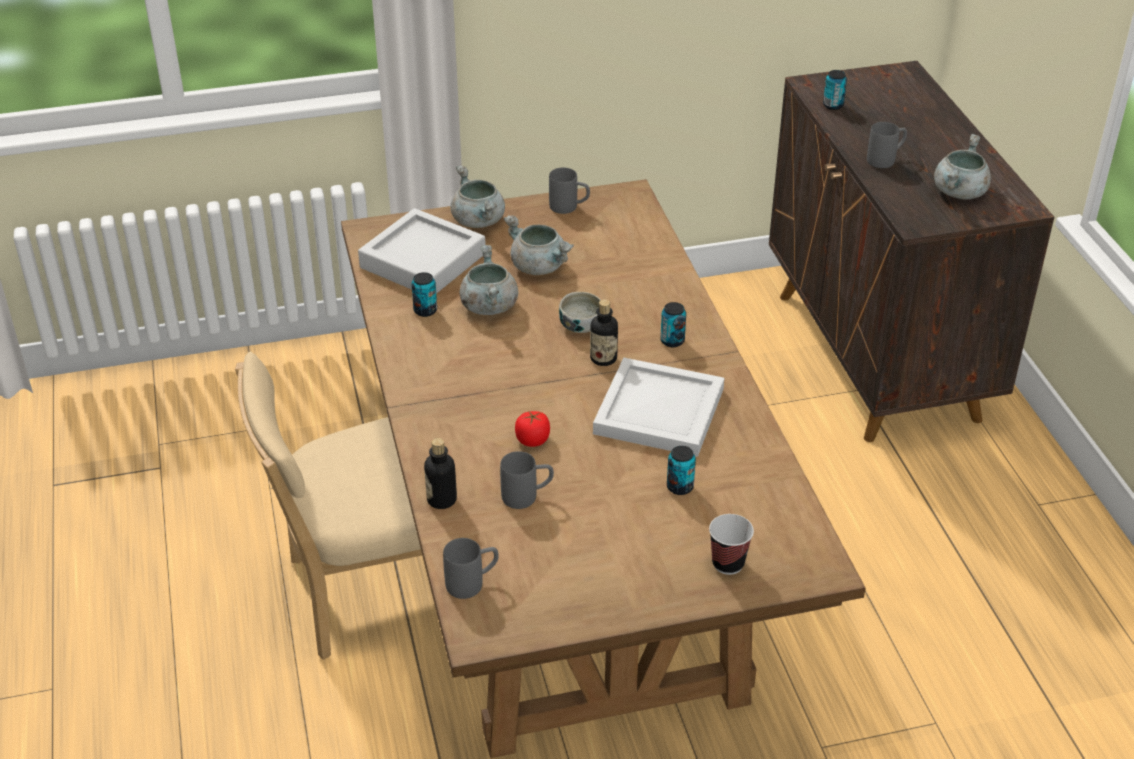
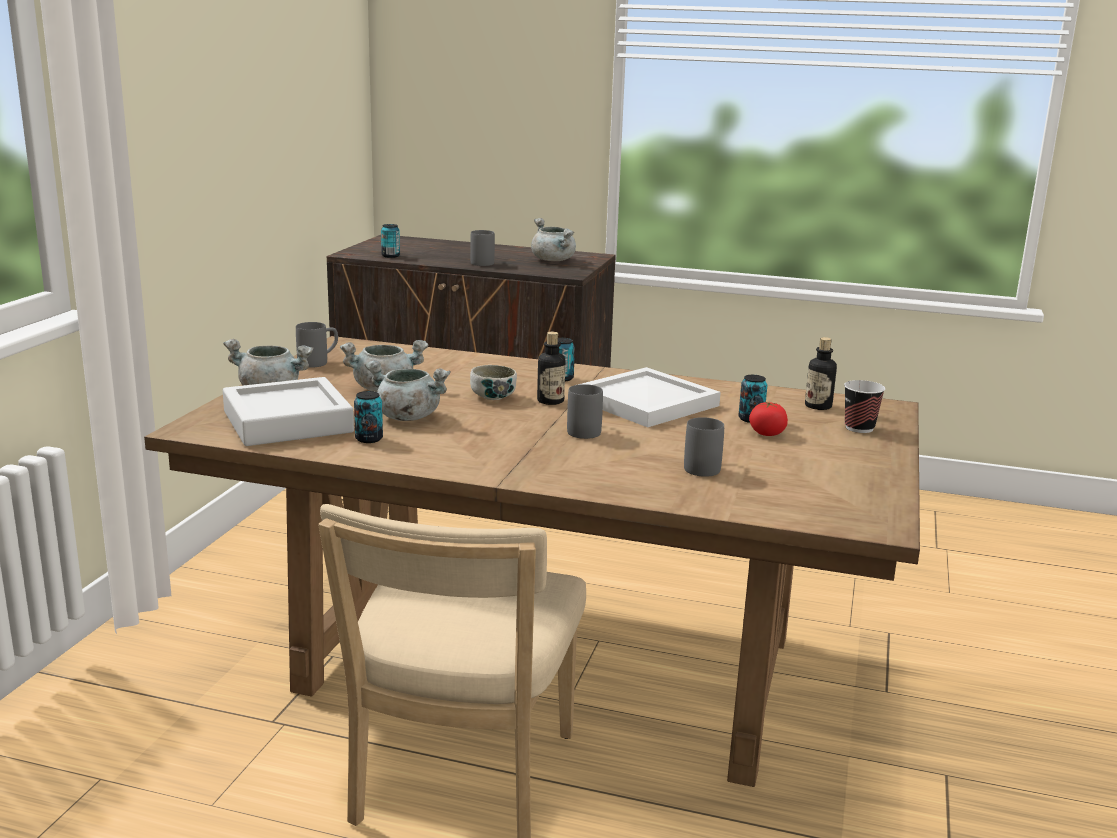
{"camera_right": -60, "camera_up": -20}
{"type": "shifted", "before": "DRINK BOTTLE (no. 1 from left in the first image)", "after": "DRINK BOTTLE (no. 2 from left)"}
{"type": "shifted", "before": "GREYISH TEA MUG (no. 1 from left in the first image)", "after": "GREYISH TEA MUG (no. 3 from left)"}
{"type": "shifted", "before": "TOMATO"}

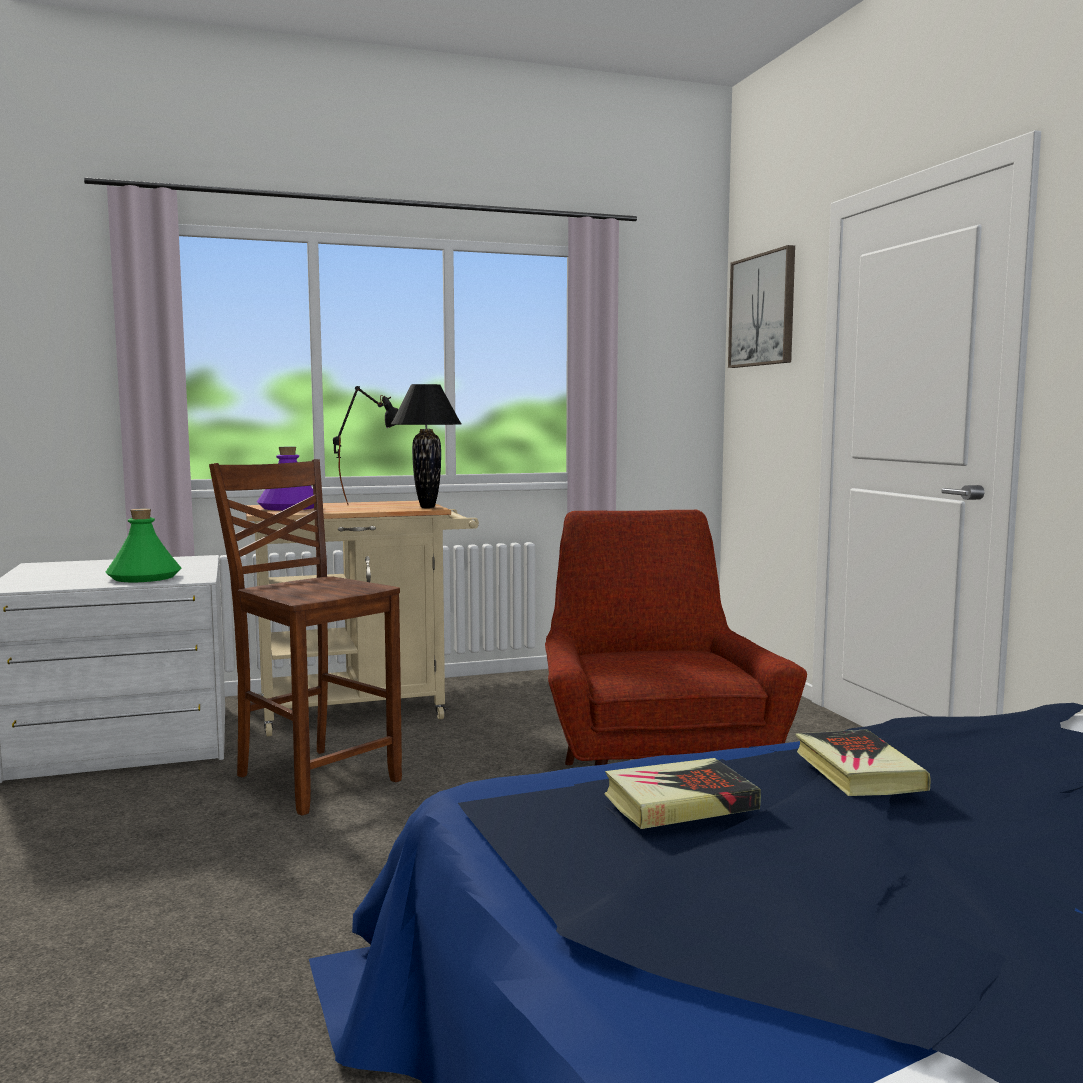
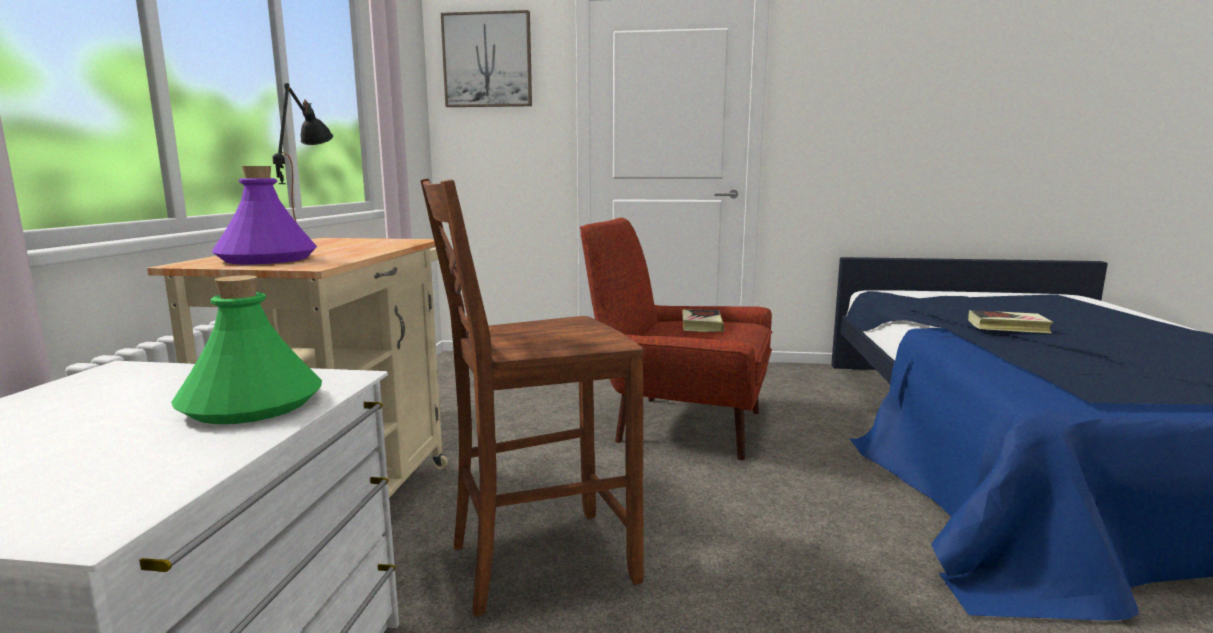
{"camera_right": -65, "camera_up": 5}
{"type": "gone", "before": "BLACKISH TABLETOP LAMP (no. 2 from left)"}
{"type": "shifted", "before": "VOLUME (no. 1 from left)"}

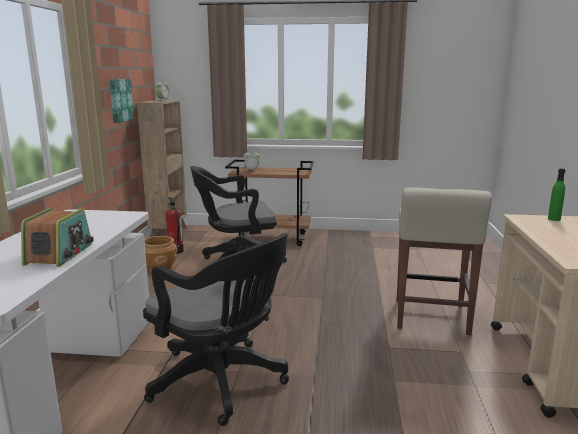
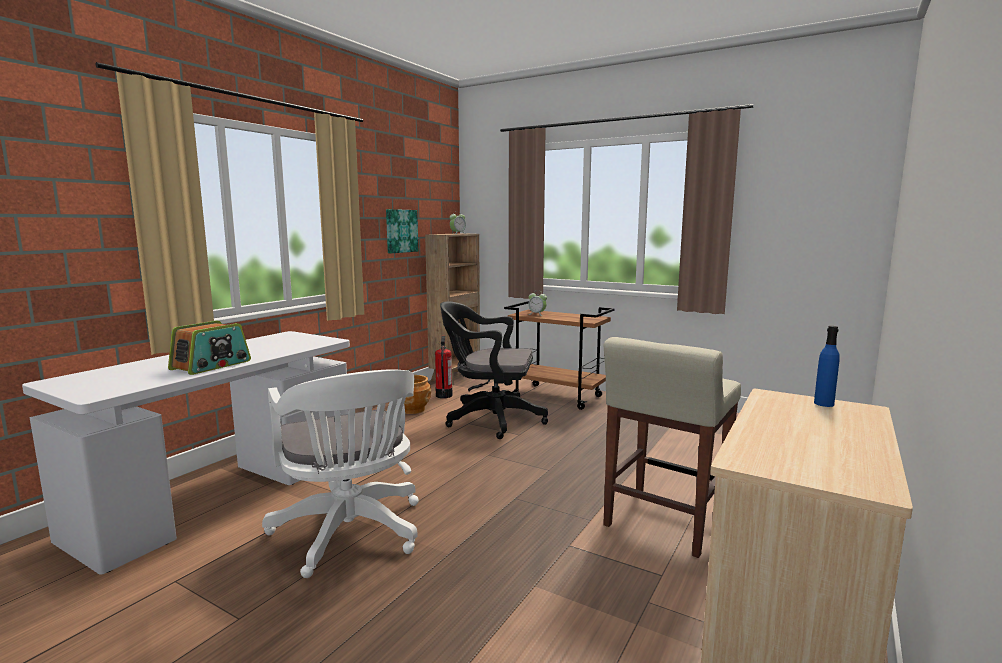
{"camera_right": 25, "camera_up": -5}
{"type": "repainted", "before": "BLACKISH DESK CHAIR (no. 1 from left)", "after": "WHITISH DESK CHAIR"}
{"type": "repainted", "before": "GREEN-COLOURED DRINK BOTTLE", "after": "BLUE-COLOURED DRINK BOTTLE"}

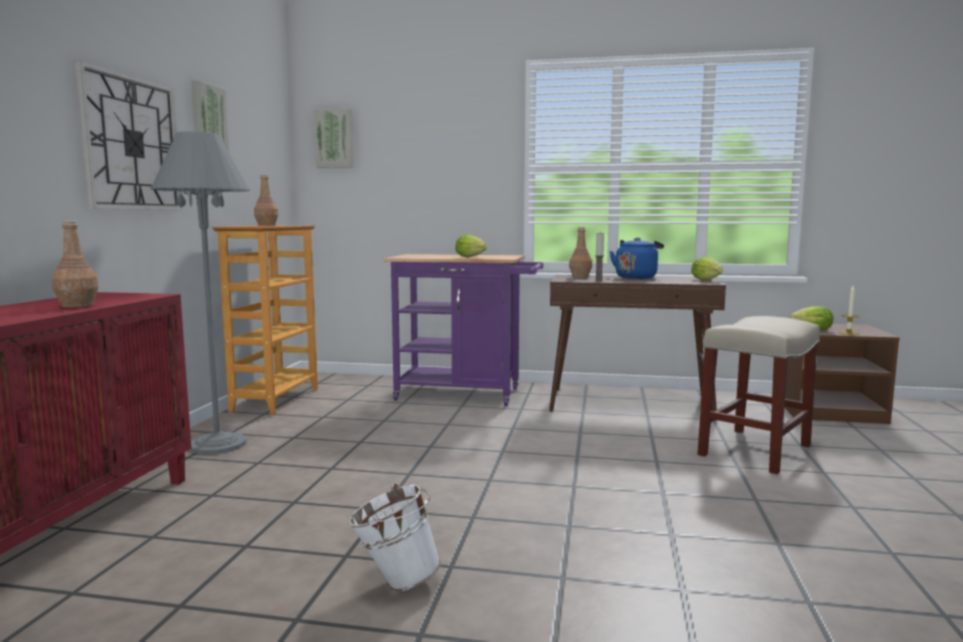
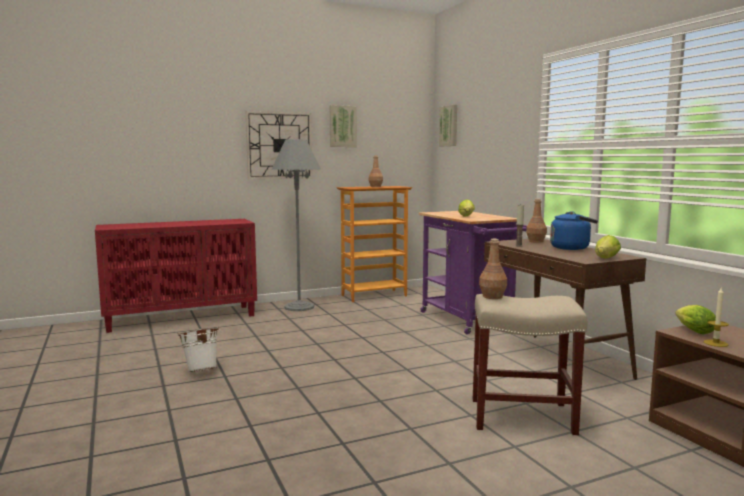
{"camera_right": 55, "camera_up": 0}
{"type": "shifted", "before": "BROWN-COLOURED DRINK BOTTLE (no. 1 from left in the first image)", "after": "BROWN-COLOURED DRINK BOTTLE (no. 2 from left)"}

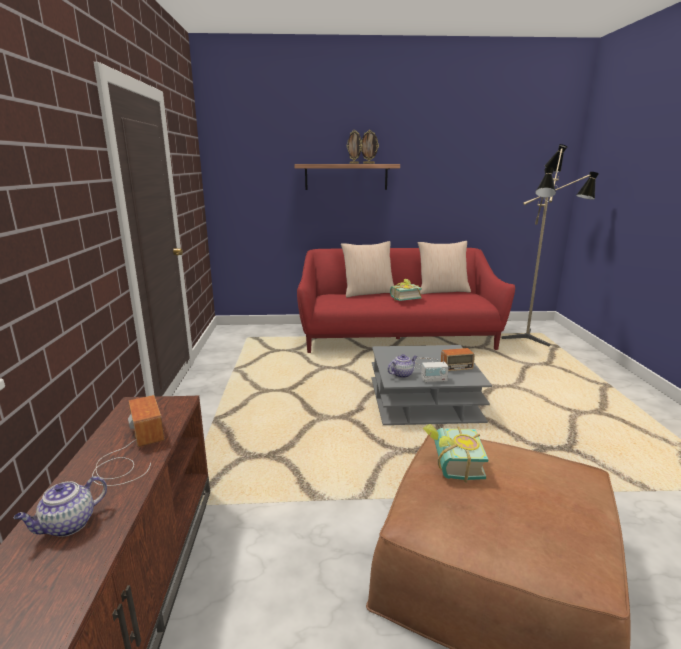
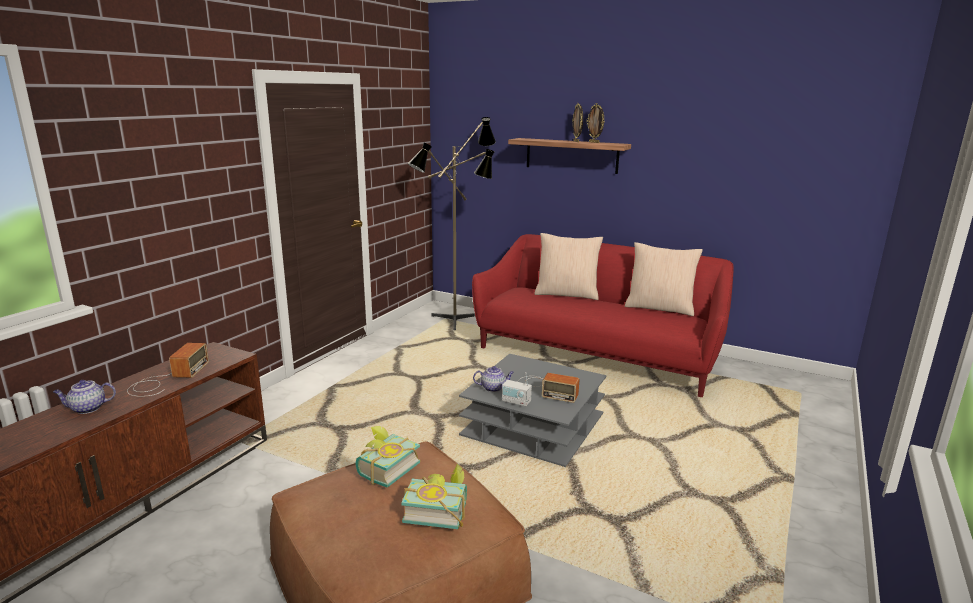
{"camera_right": 30, "camera_up": 0}
{"type": "shifted", "before": "VOLUME (no. 1 from left in the first image)", "after": "VOLUME (no. 2 from left)"}
{"type": "shifted", "before": "STANDING LAMP"}

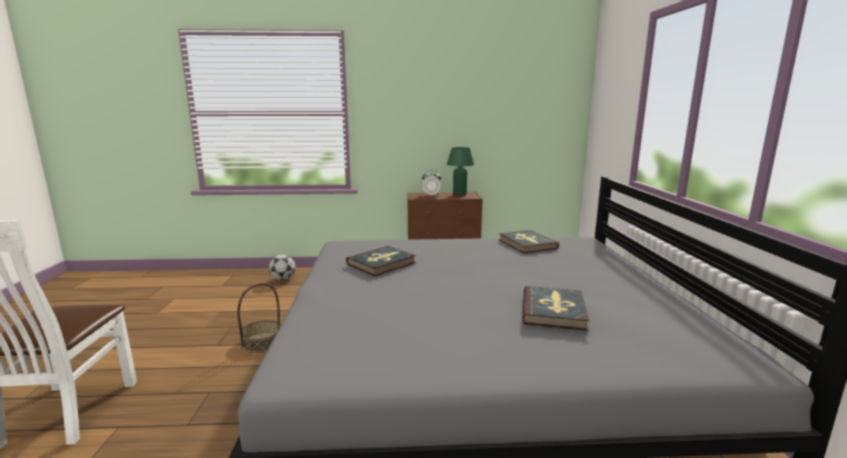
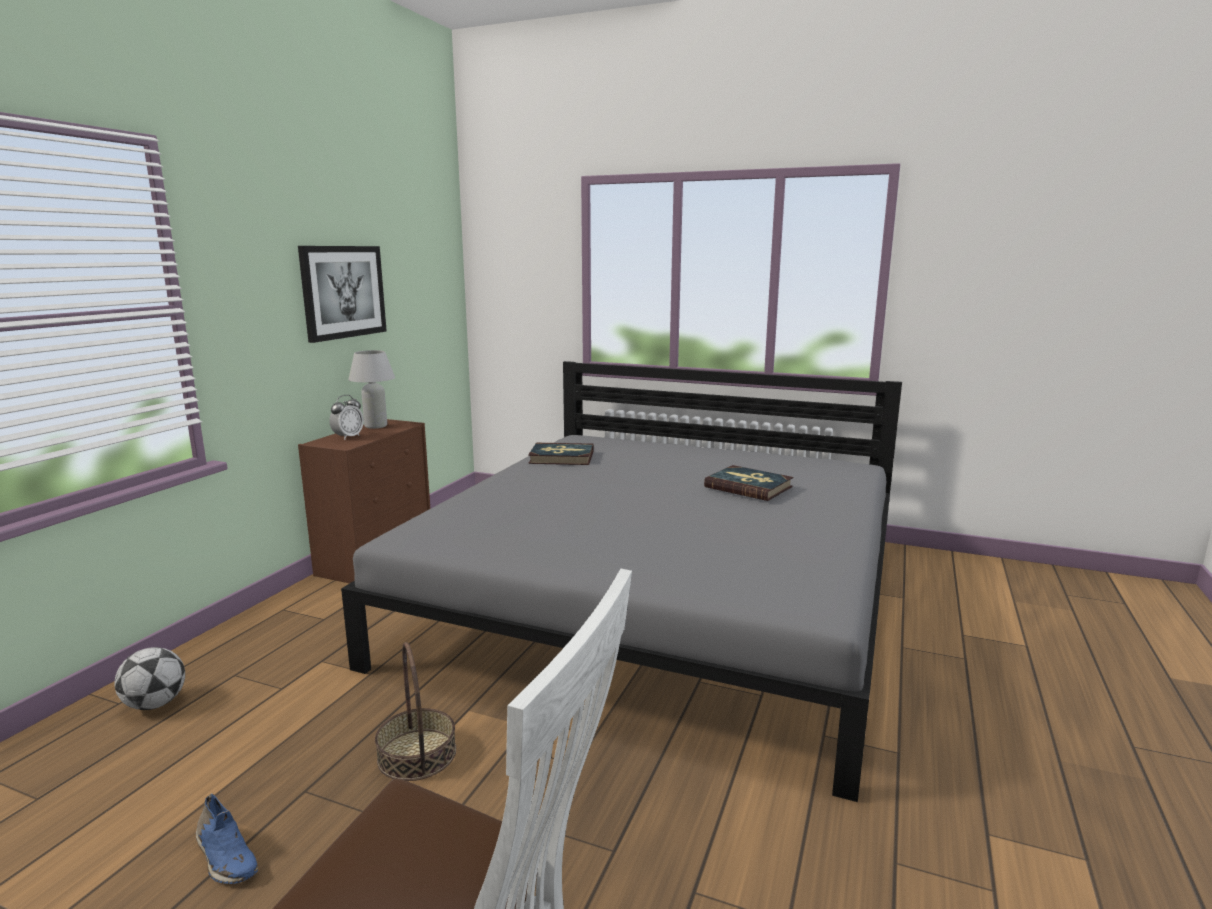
{"camera_right": -65, "camera_up": 0}
{"type": "gone", "before": "VOLUME (no. 1 from left)"}
{"type": "repainted", "before": "GREEN-COLOURED TABLETOP LAMP", "after": "WHITISH TABLETOP LAMP"}
{"type": "new", "after": "BLUE-COLOURED SHOE"}
{"type": "new", "after": "WALL ART"}

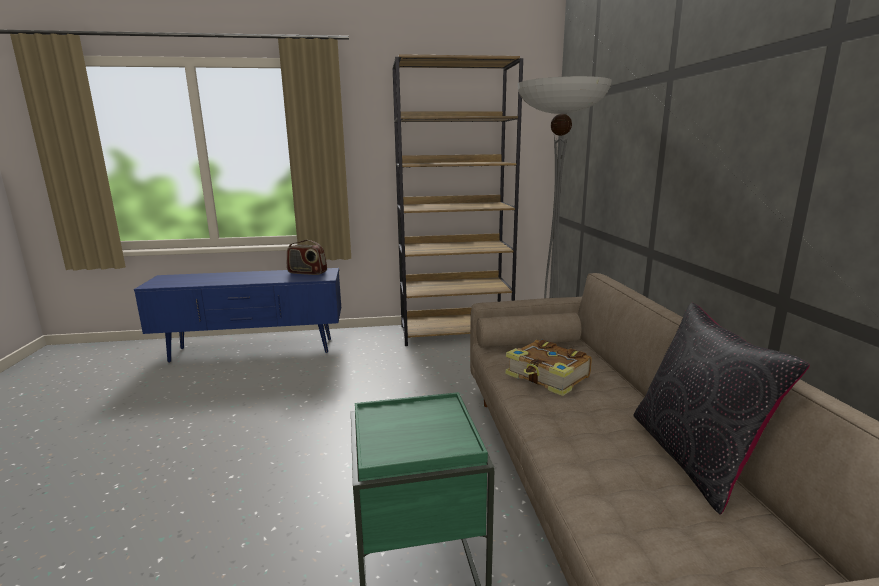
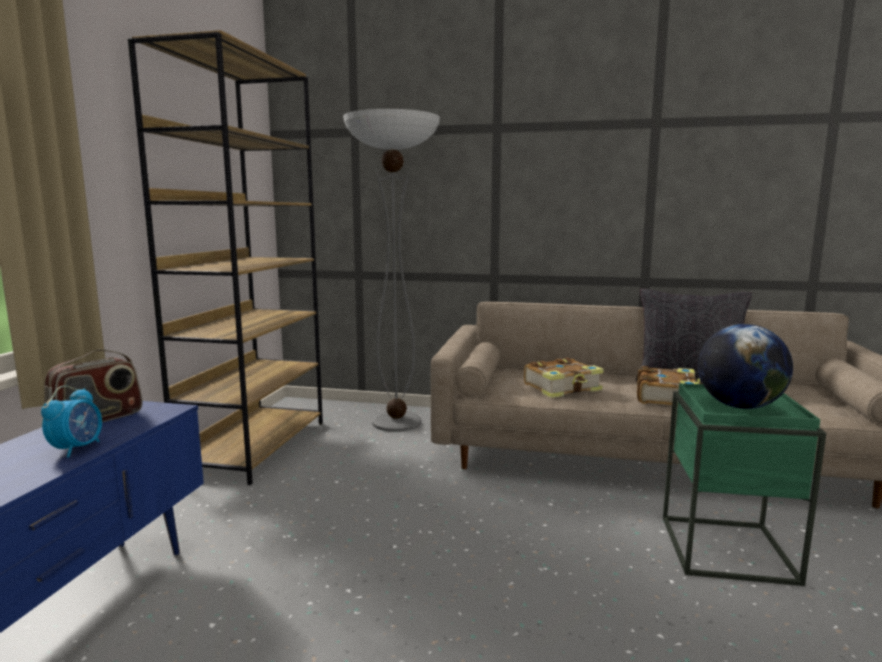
{"camera_right": -70, "camera_up": -5}
{"type": "new", "after": "TABLE CLOCK"}
{"type": "new", "after": "VOLUME (no. 2 from left)"}
{"type": "new", "after": "GLOBE"}

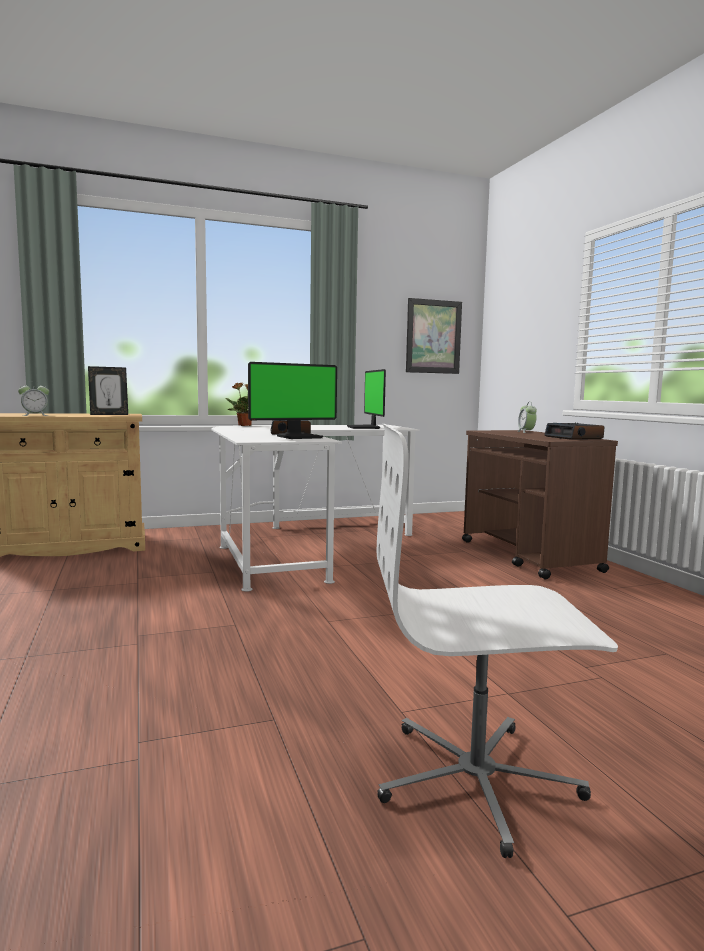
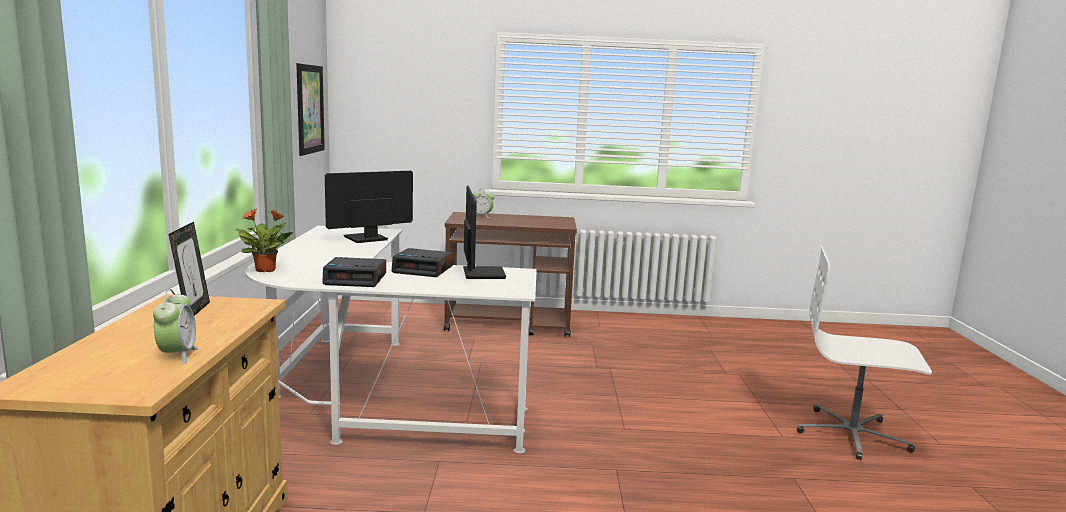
{"camera_right": -70, "camera_up": 5}
{"type": "rotated", "before": "MONITOR (no. 2 from left in the first image)", "turn": 135}
{"type": "rotated", "before": "WHITISH DESK CHAIR", "turn": 90}
{"type": "shifted", "before": "TABLE CLOCK (no. 4 from left in the first image)", "after": "TABLE CLOCK (no. 2 from left)"}

